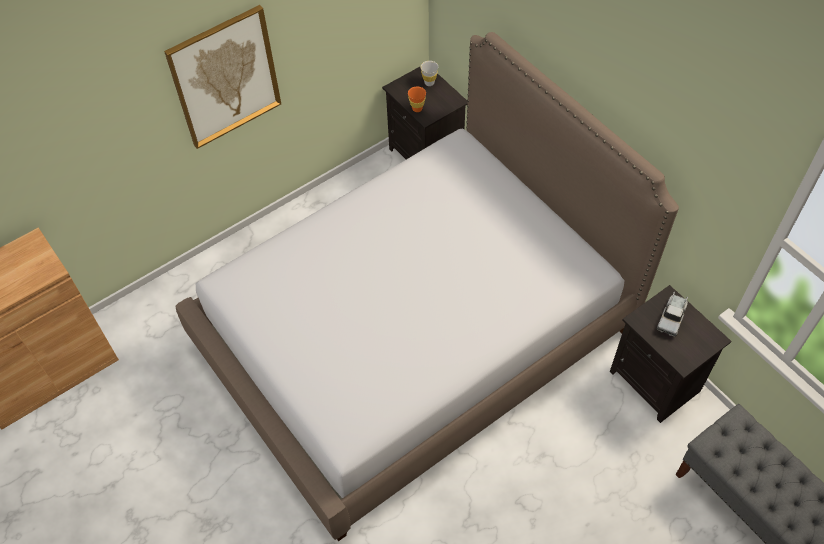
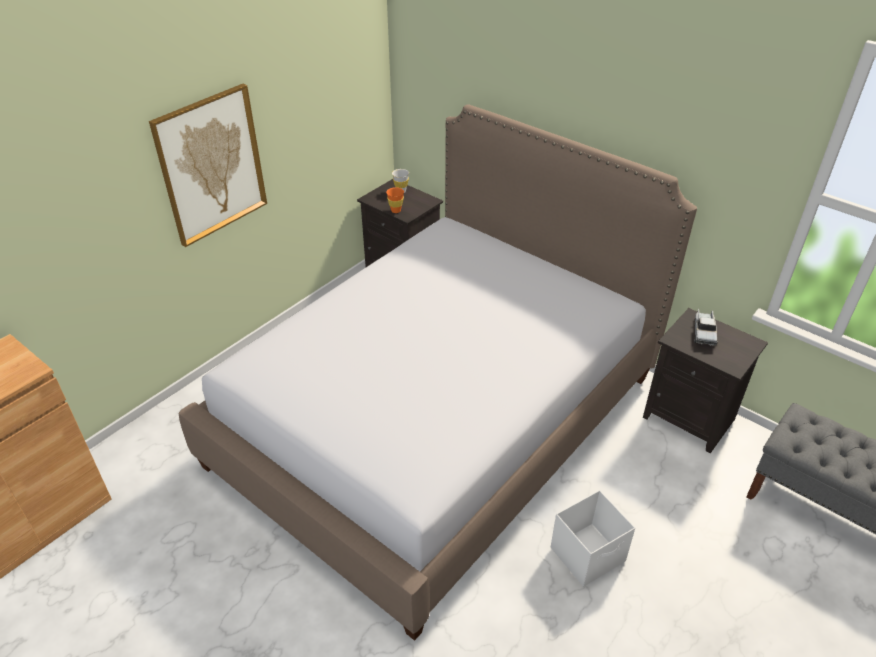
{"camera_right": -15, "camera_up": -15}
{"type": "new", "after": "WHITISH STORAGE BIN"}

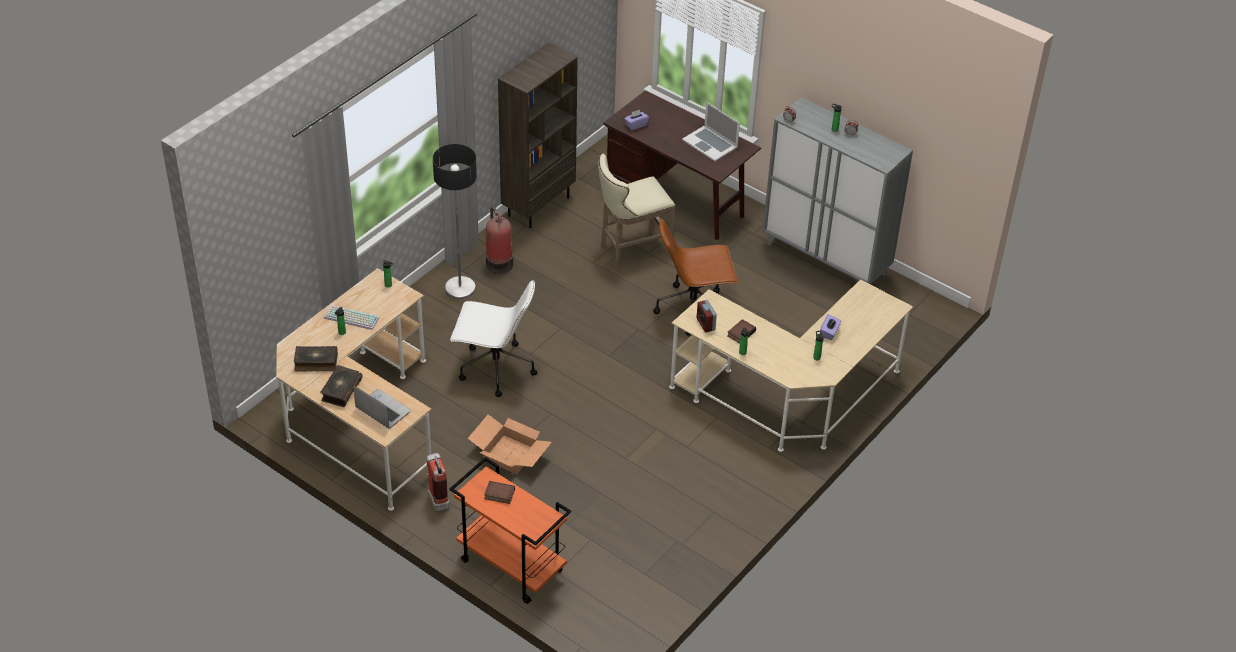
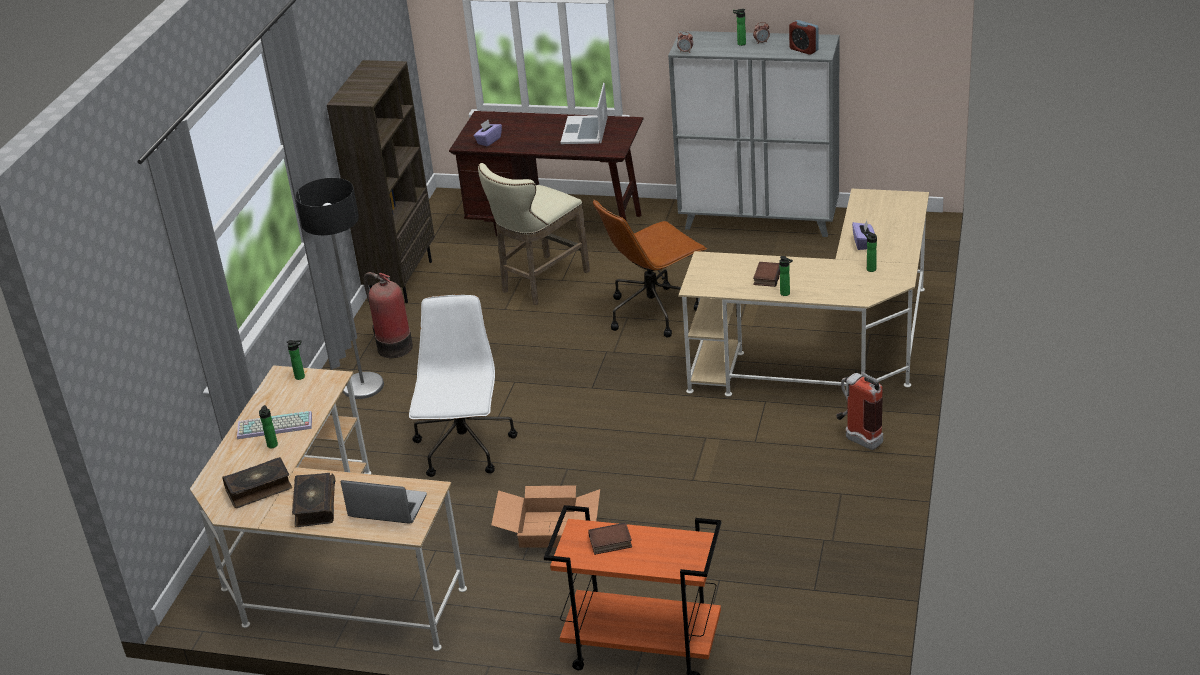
{"camera_right": -20, "camera_up": -10}
{"type": "shifted", "before": "EXTINGUISHER (no. 1 from left in the first image)", "after": "EXTINGUISHER (no. 2 from left)"}
{"type": "rotated", "before": "WHITISH DESK CHAIR", "turn": -75}
{"type": "rotated", "before": "NOTEBOOK COMPUTER (no. 2 from left)", "turn": 75}
{"type": "shifted", "before": "TABLE CLOCK (no. 1 from left in the first image)", "after": "TABLE CLOCK (no. 3 from left)"}

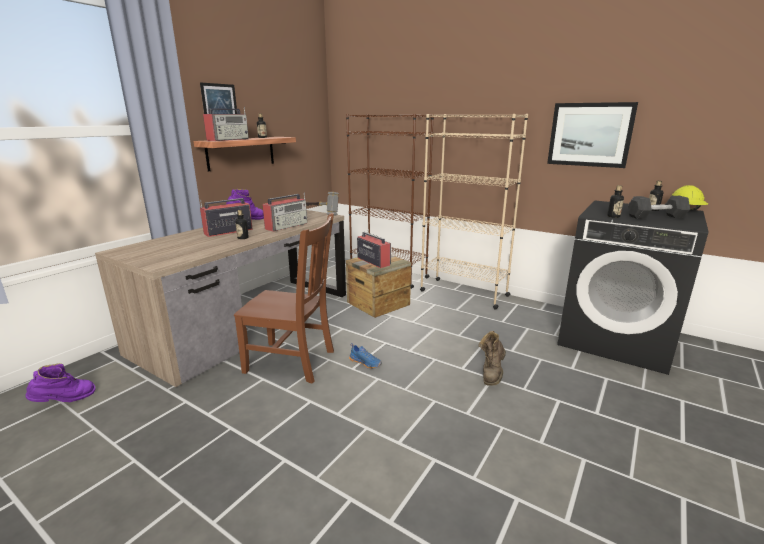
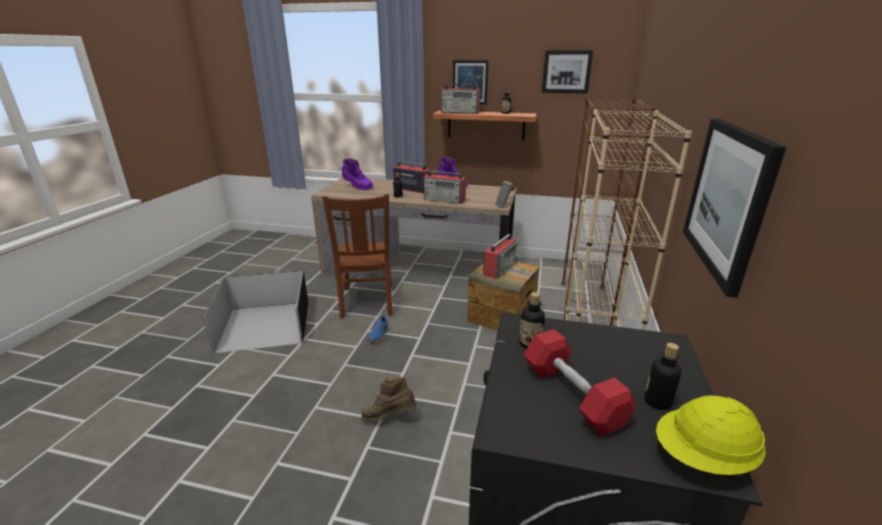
{"camera_right": 70, "camera_up": 5}
{"type": "shifted", "before": "PURPLE-COLOURED TALL BOOT (no. 1 from left)"}
{"type": "repainted", "before": "BLACKISH FREE WEIGHT", "after": "RED FREE WEIGHT"}
{"type": "new", "after": "BLACKISH STORAGE BIN"}
{"type": "new", "after": "WALL ART (no. 2 from left)"}

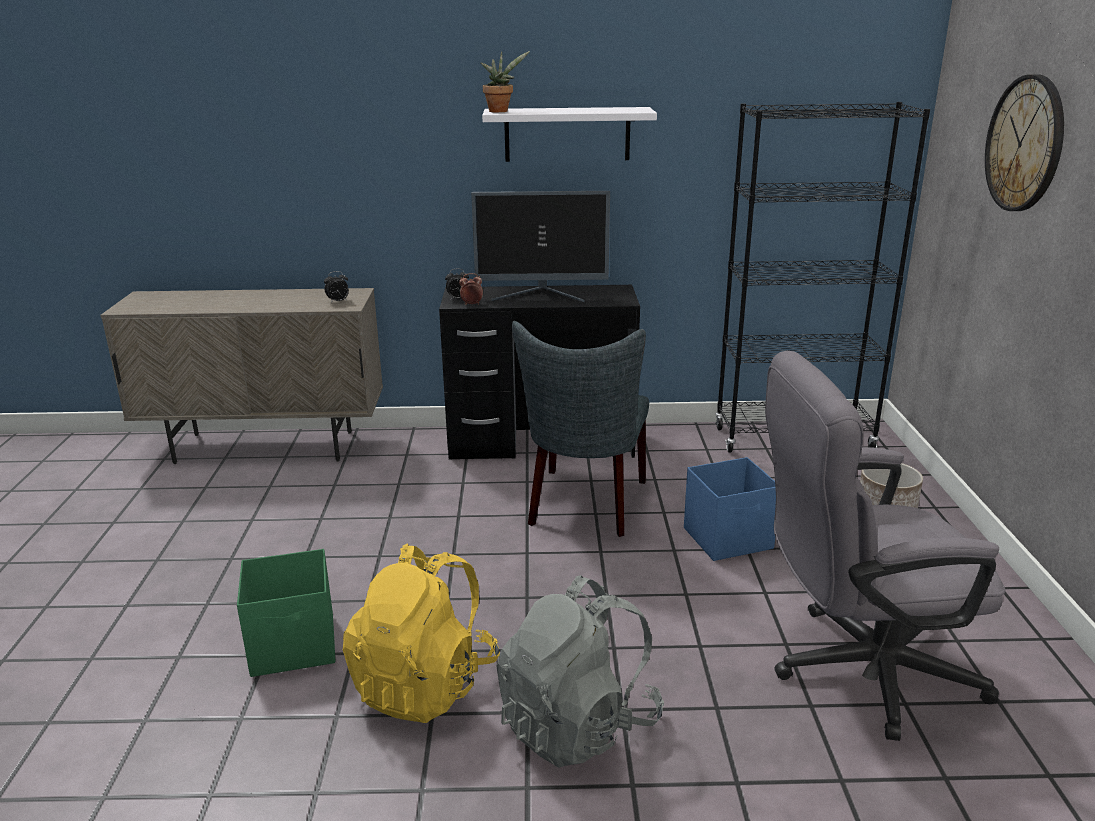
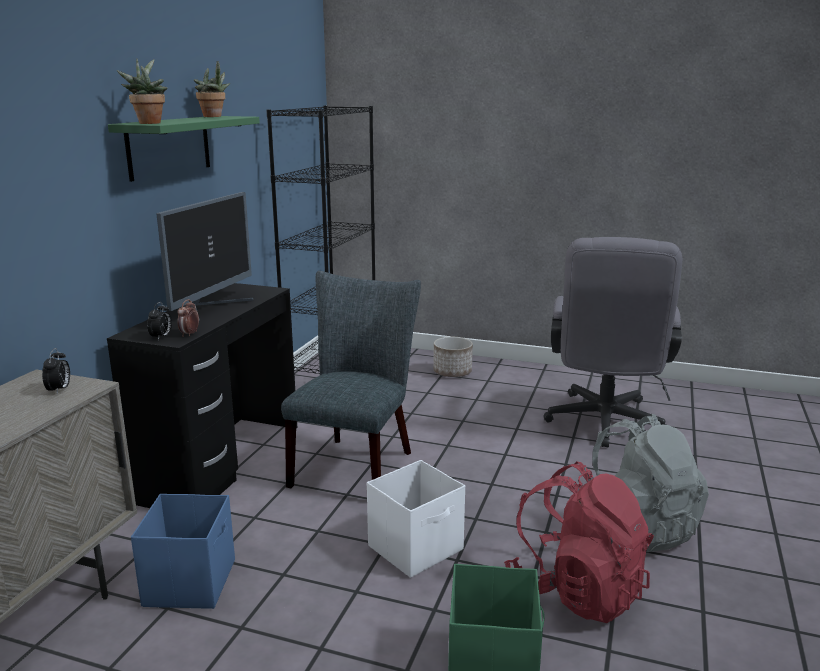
{"camera_right": -70, "camera_up": -5}
{"type": "repainted", "before": "YELLOW RUCKSACK", "after": "RED RUCKSACK"}
{"type": "repainted", "before": "WHITISH BRACKET SHELF", "after": "GREEN-COLOURED BRACKET SHELF"}
{"type": "rotated", "before": "GREYISH UPRIGHT CHAIR", "turn": -105}
{"type": "shifted", "before": "BLUE-COLOURED STORAGE BIN"}
{"type": "gone", "before": "HANGING CLOCK"}
{"type": "new", "after": "HOUSEPLANT (no. 2 from left)"}
{"type": "new", "after": "WHITISH STORAGE BIN"}

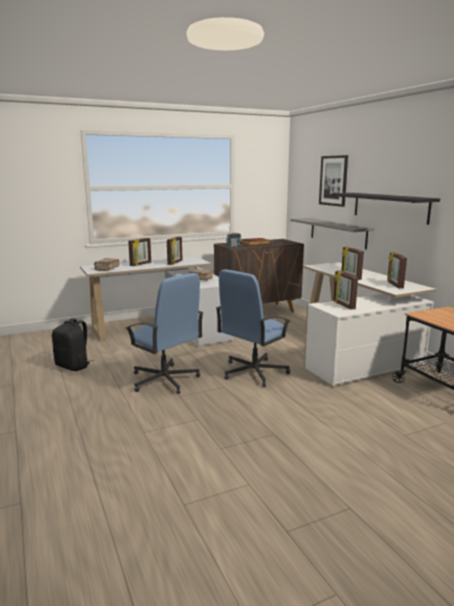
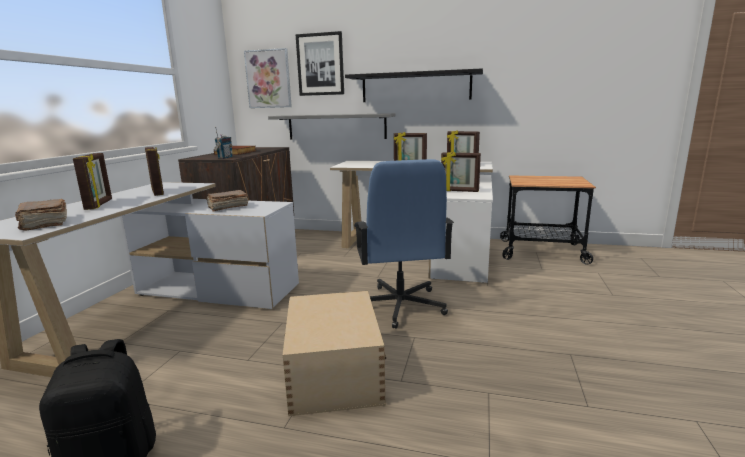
{"camera_right": -50, "camera_up": 0}
{"type": "swapped", "before": "BLUE-COLOURED DESK CHAIR (no. 1 from left)", "after": "BEIGE-COLOURED STORAGE BIN"}
{"type": "new", "after": "WALL ART (no. 1 from left)"}

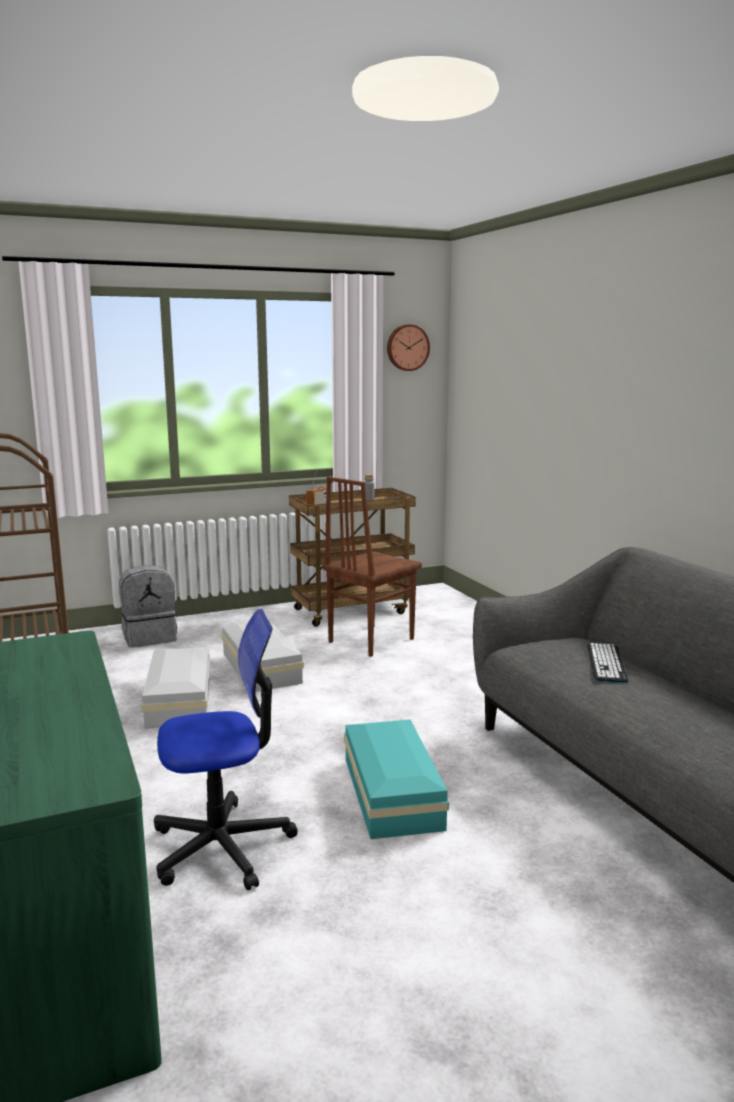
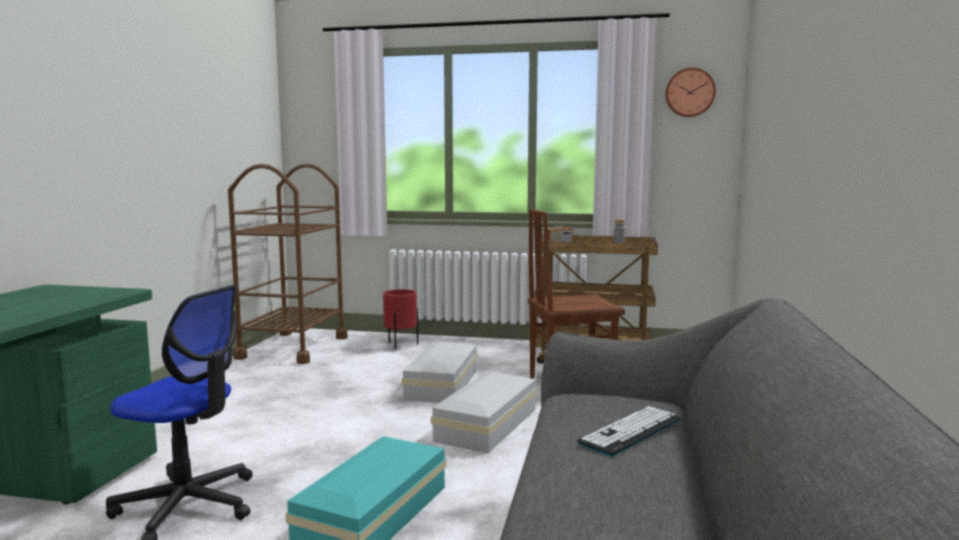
{"camera_right": 35, "camera_up": -5}
{"type": "swapped", "before": "GREYISH RUCKSACK", "after": "RED PLANT POT"}
{"type": "shifted", "before": "WHITISH STORAGE BIN (no. 1 from left in the first image)", "after": "WHITISH STORAGE BIN (no. 2 from left)"}

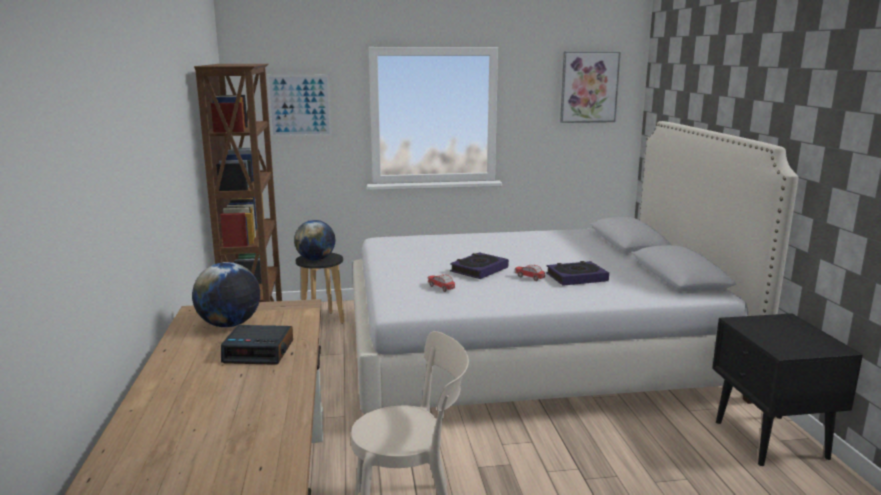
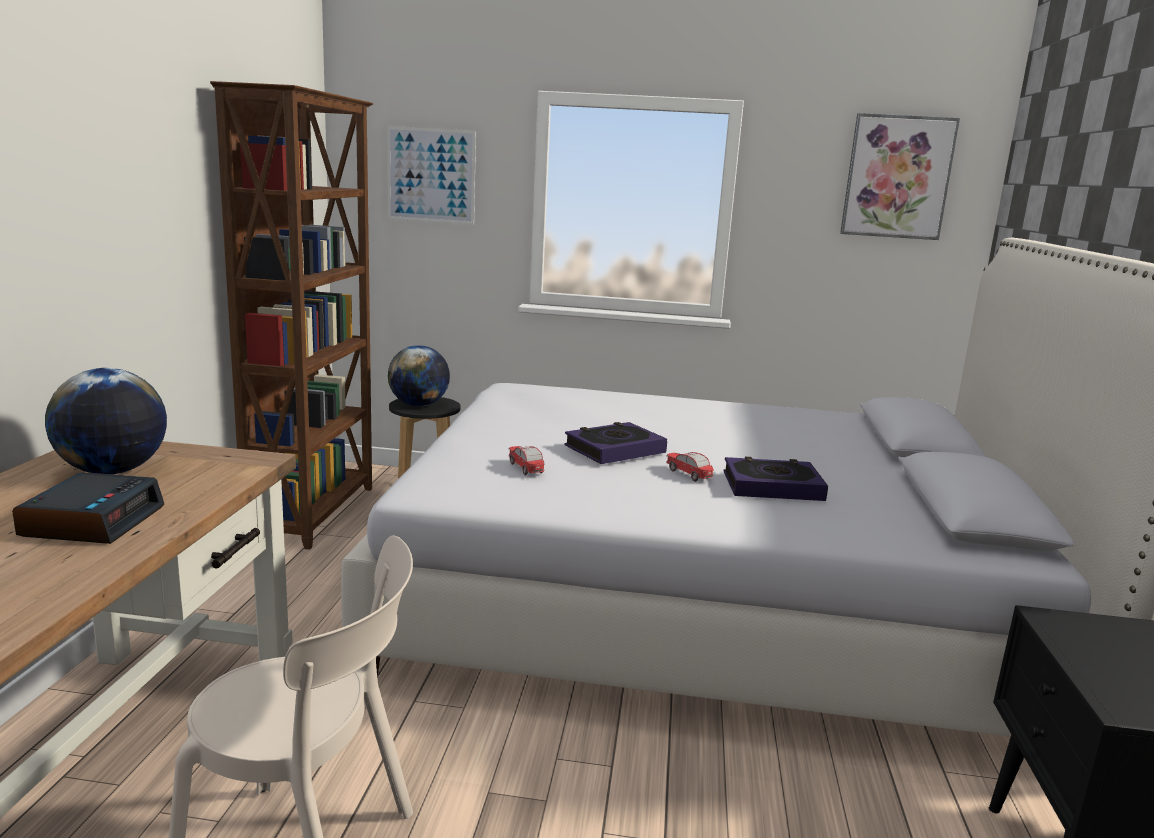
{"camera_right": 15, "camera_up": 0}
{"type": "rotated", "before": "TABLE CLOCK", "turn": -105}

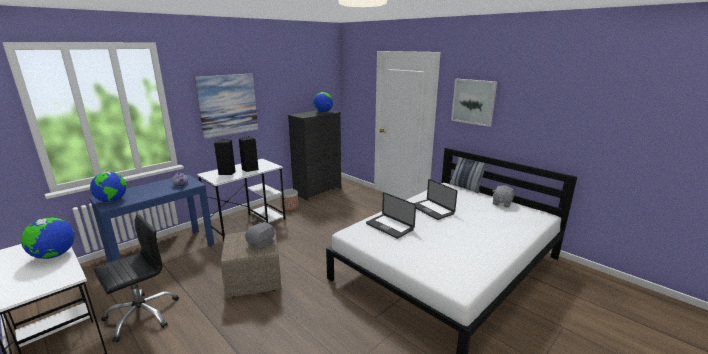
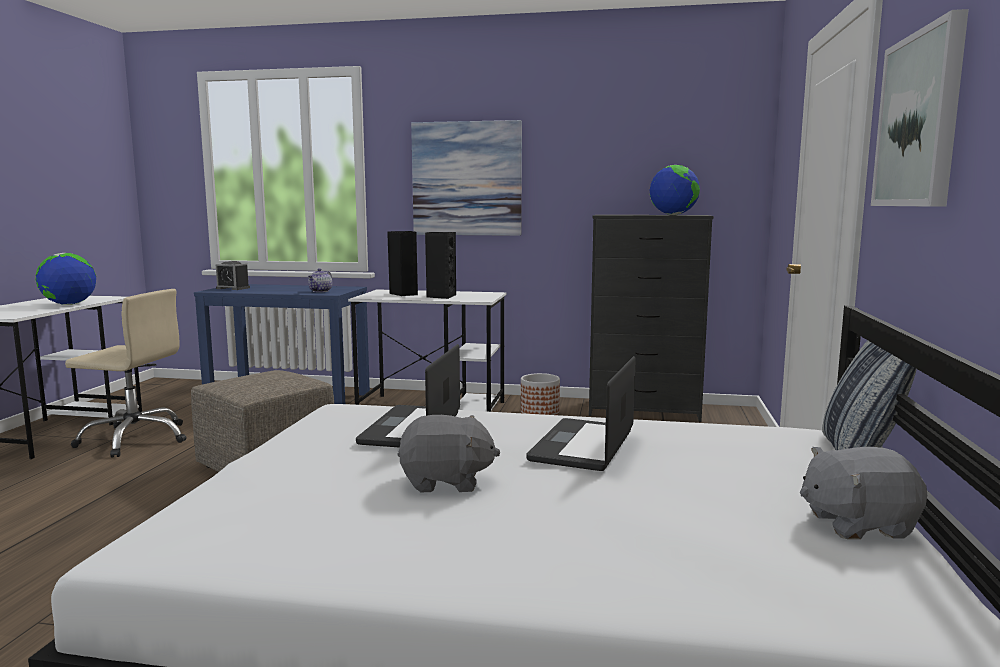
{"camera_right": 55, "camera_up": -10}
{"type": "swapped", "before": "GLOBE (no. 2 from left)", "after": "TABLE CLOCK"}
{"type": "repainted", "before": "BLACKISH DESK CHAIR", "after": "BEIGE-COLOURED DESK CHAIR"}
{"type": "shifted", "before": "GREYISH PLUSH TOY (no. 1 from left)"}

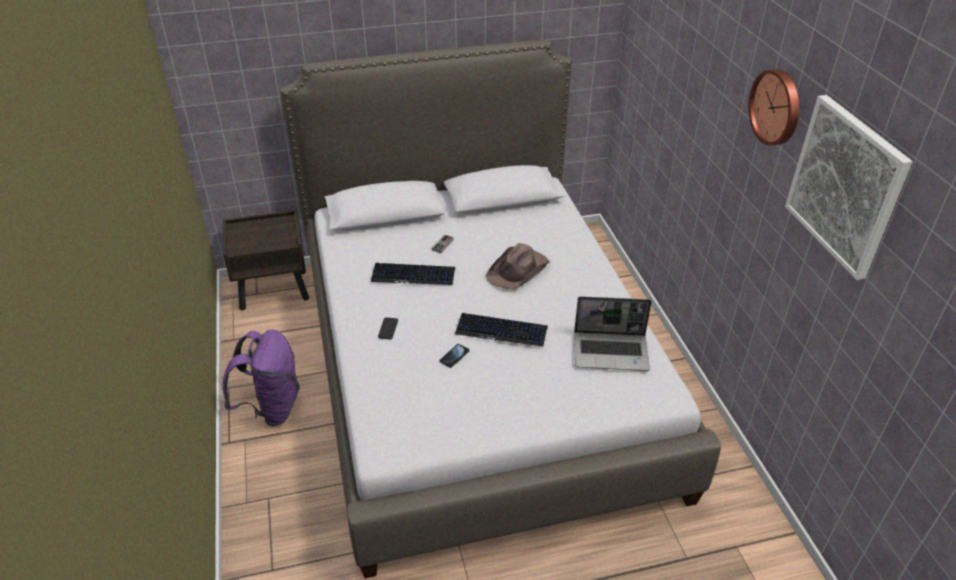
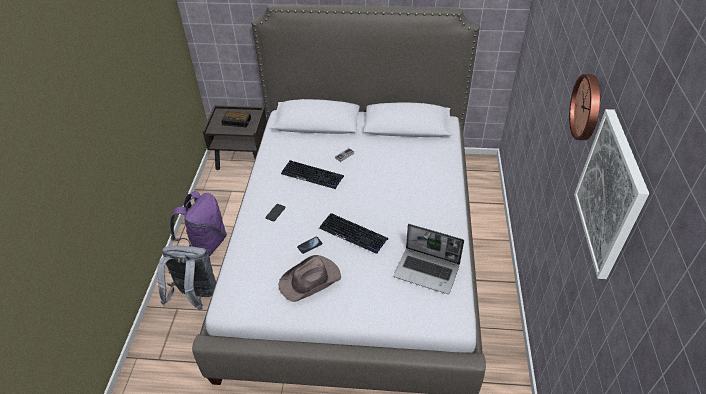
{"camera_right": 20, "camera_up": 5}
{"type": "shifted", "before": "BROWN-COLOURED WEARABLE HAT"}
{"type": "new", "after": "GREYISH RUCKSACK"}
{"type": "new", "after": "TABLE CLOCK"}

